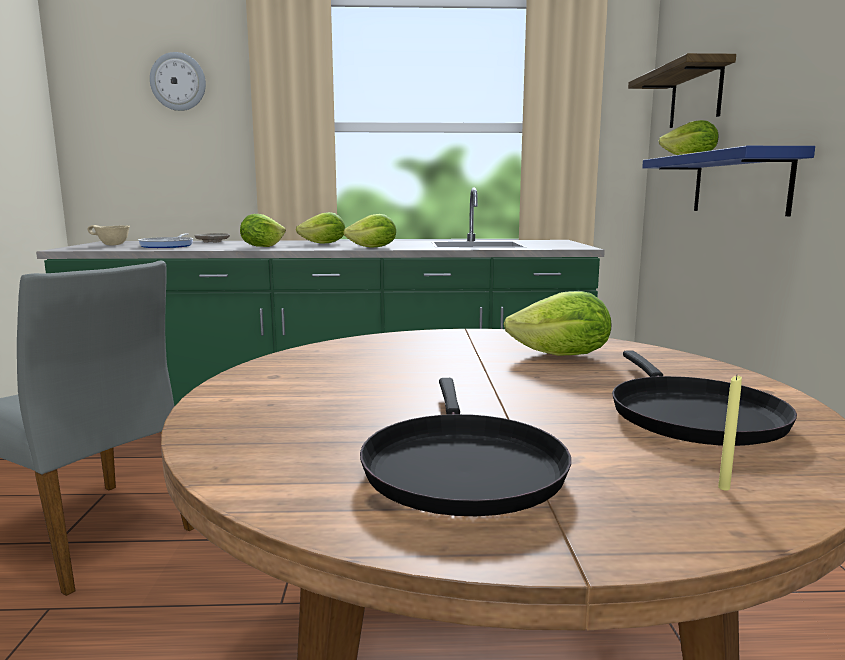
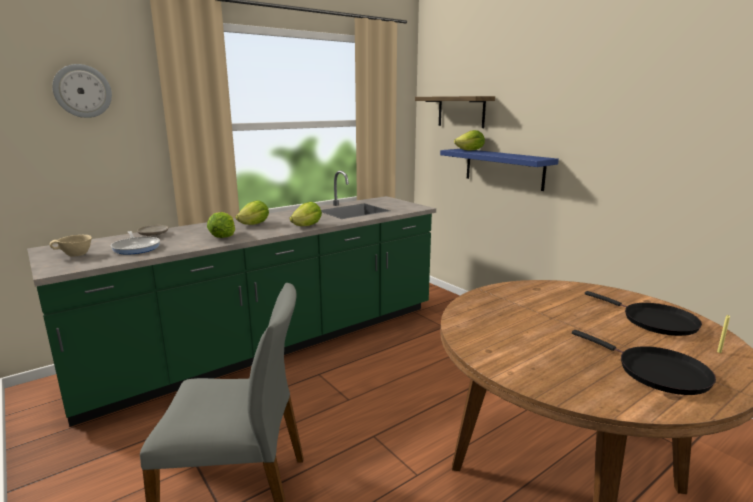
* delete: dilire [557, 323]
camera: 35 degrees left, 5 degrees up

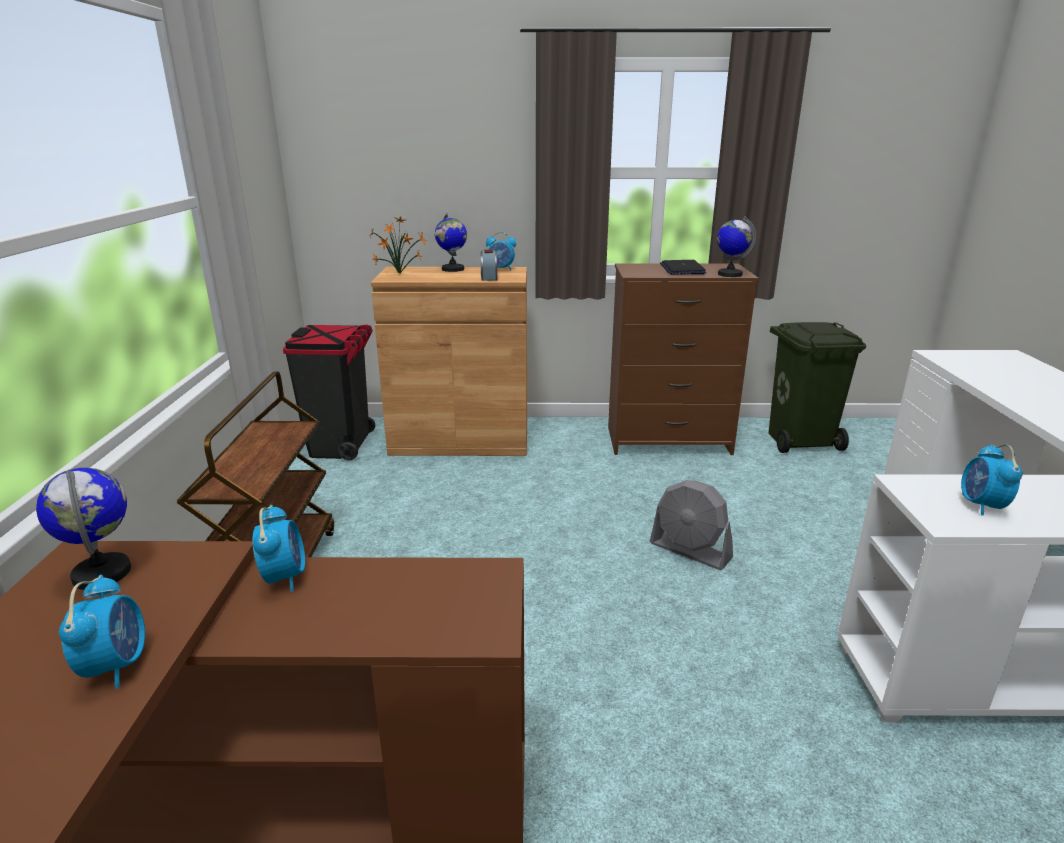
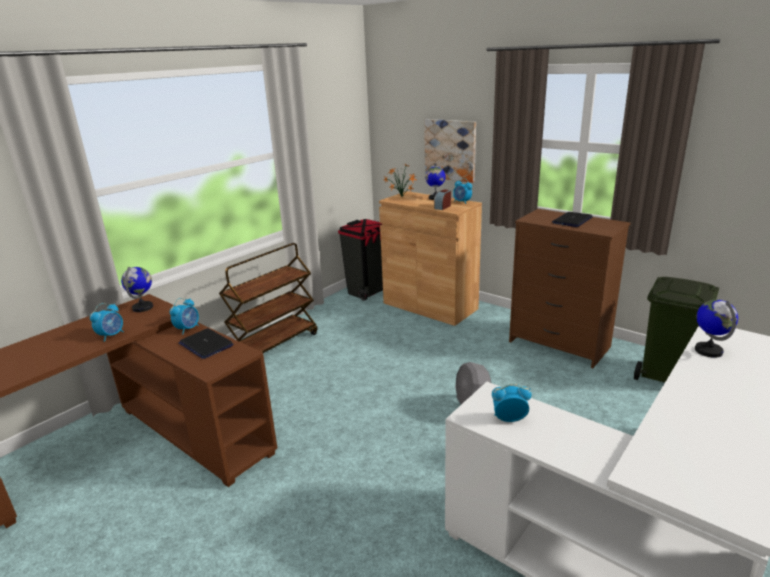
* insert: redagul [206, 343]
* insert: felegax [450, 151]
* move: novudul [736, 246] to [716, 329]
* rotate: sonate [992, 480] = [512, 403] 45 degrees clockwise
camera: 40 degrees right, 0 degrees up

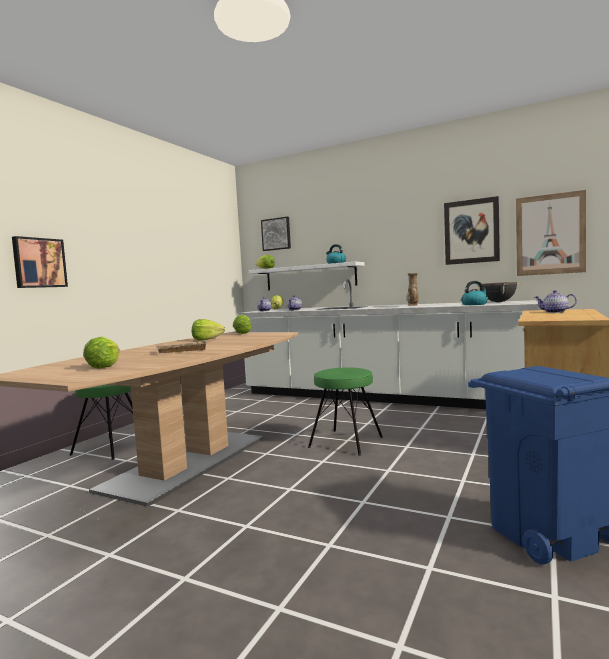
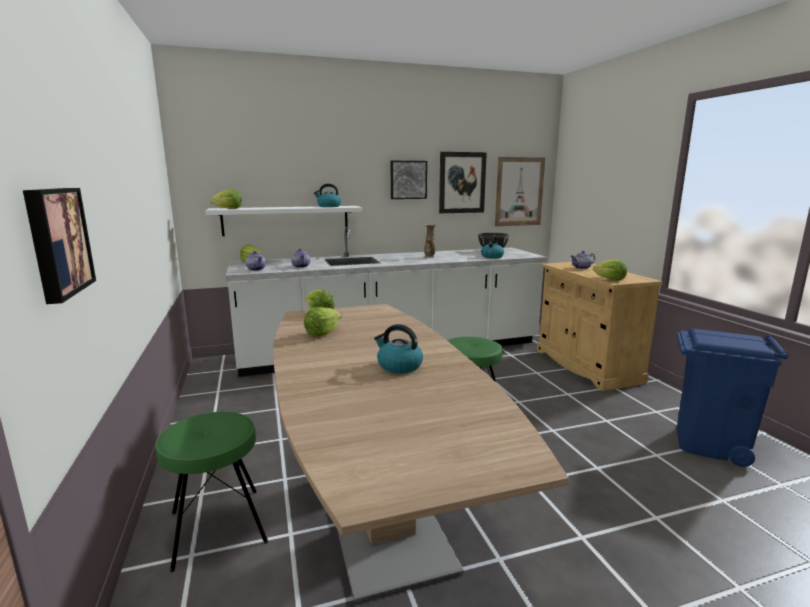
* move: dilire [101, 353] to [610, 270]
* move: felegax [276, 234] to [409, 180]
* replace: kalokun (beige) [181, 346] to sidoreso [398, 348]
camera: 45 degrees left, 10 degrees up

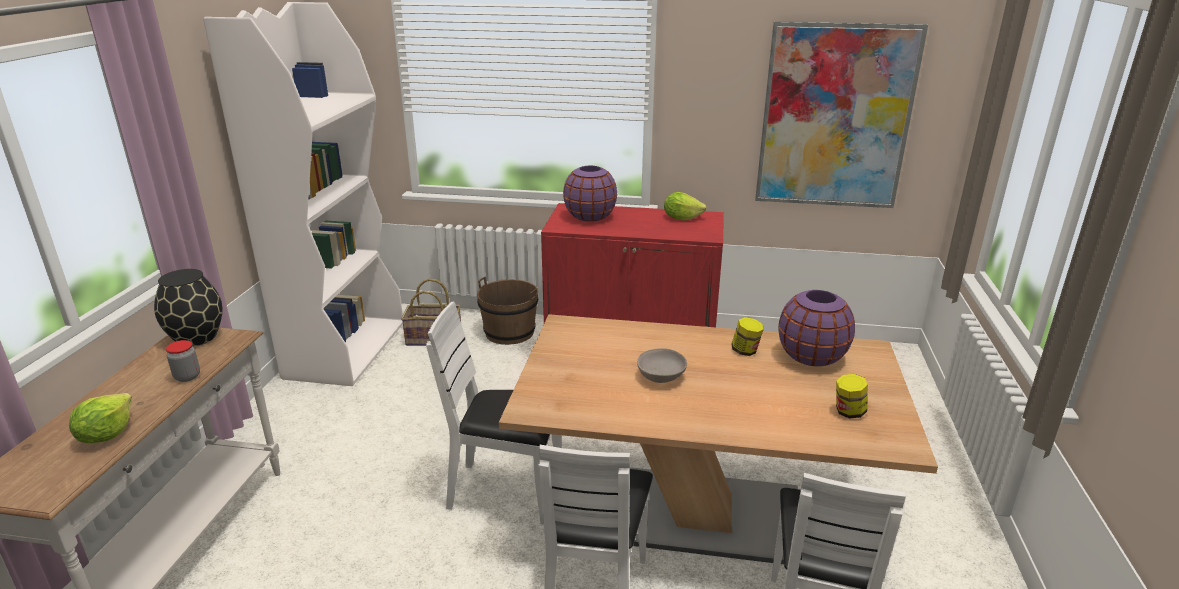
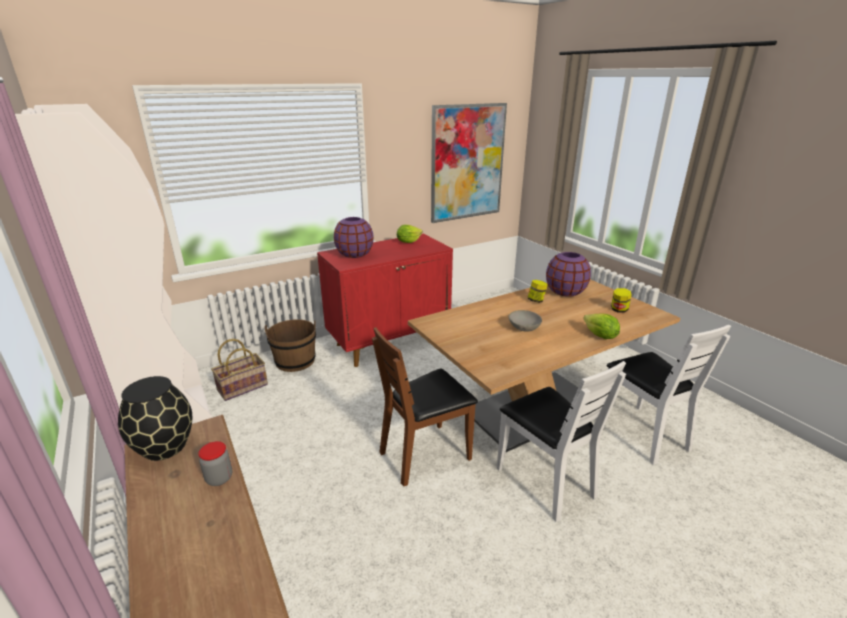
* move: dilire [100, 418] to [601, 326]
* recolor: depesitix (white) [494, 413] to depesitix (brown) [425, 406]
camera: 40 degrees left, 0 degrees up

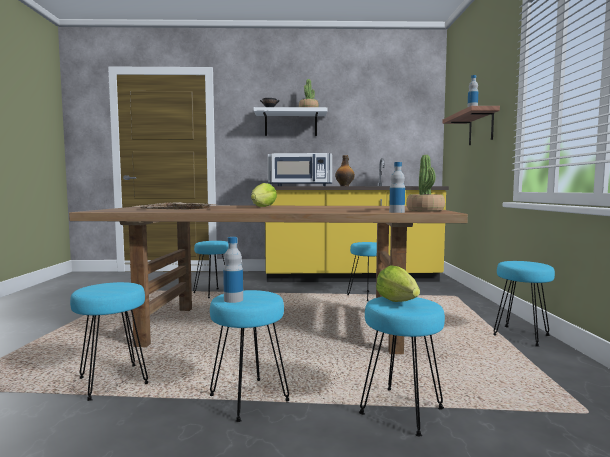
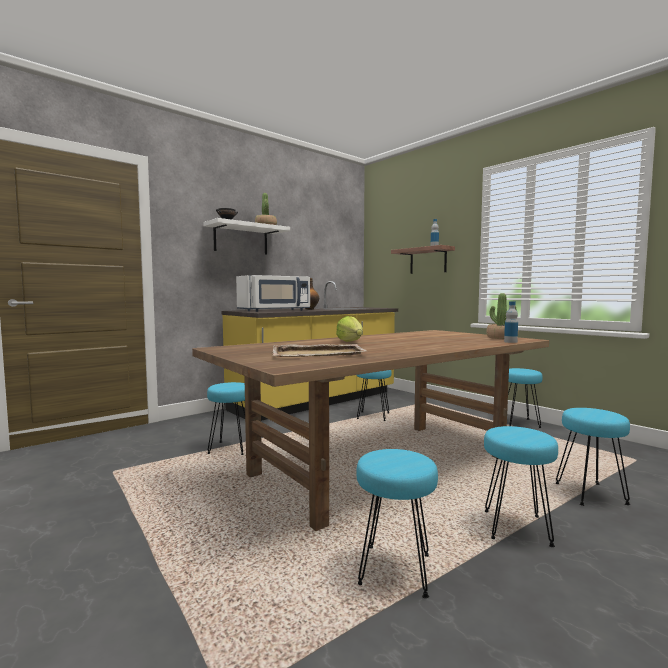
* delete: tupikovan [233, 270]
* delete: dilire [398, 284]
camera: 40 degrees left, 0 degrees up

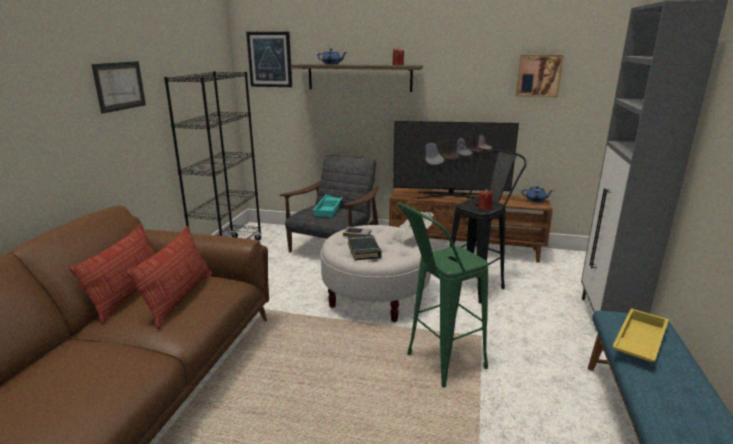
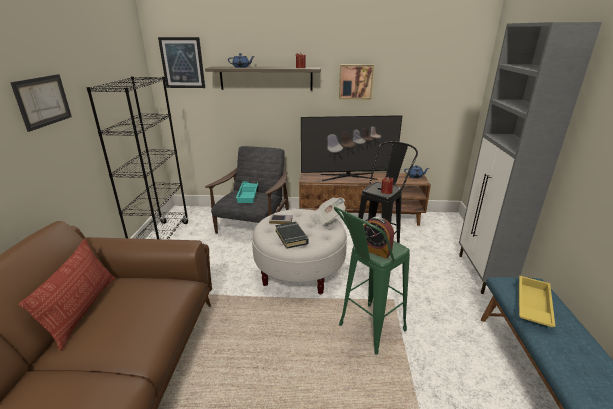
* delete: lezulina [169, 277]
* insert: sonate [379, 238]
* move: felegax [540, 76] to [356, 82]
camera: 10 degrees left, 5 degrees up

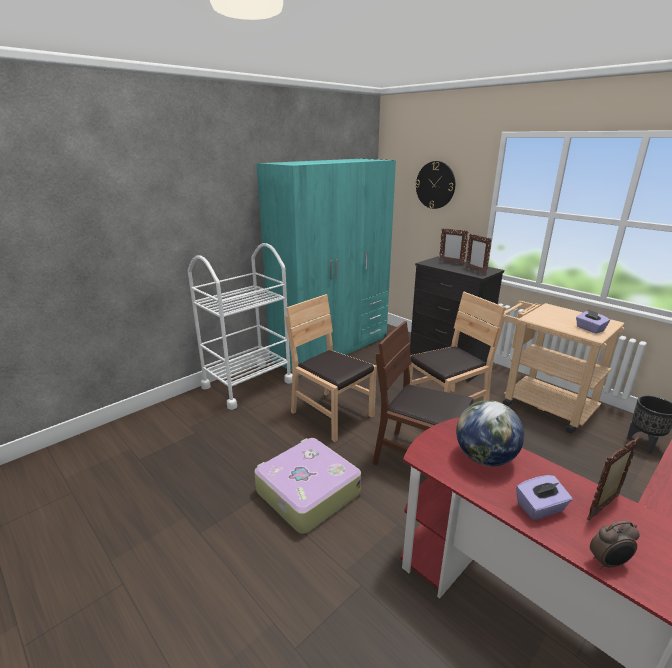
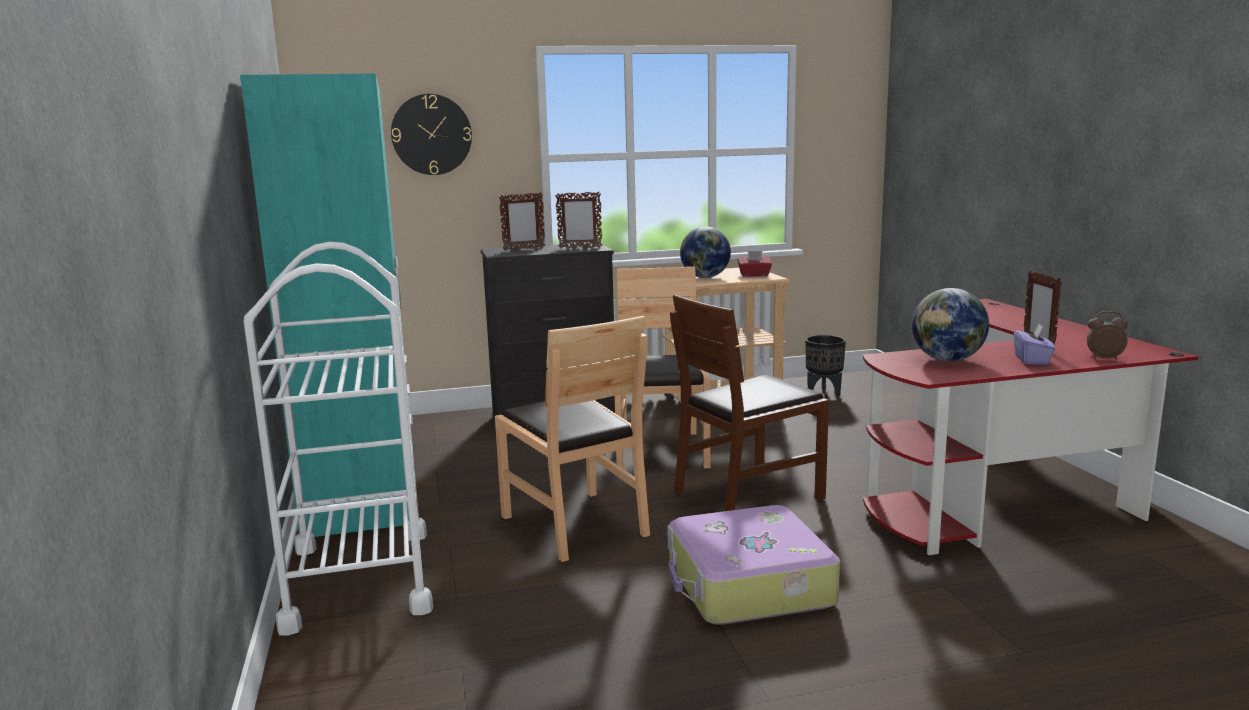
* insert: novudul [705, 252]
* recolor: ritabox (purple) [593, 321] to ritabox (red) [755, 264]
* rotate: depesitix (brown) [331, 368] = [572, 439] 105 degrees counterclockwise
* rotate: sonate [615, 545] = [1107, 335] 90 degrees counterclockwise
camera: 60 degrees left, 10 degrees down

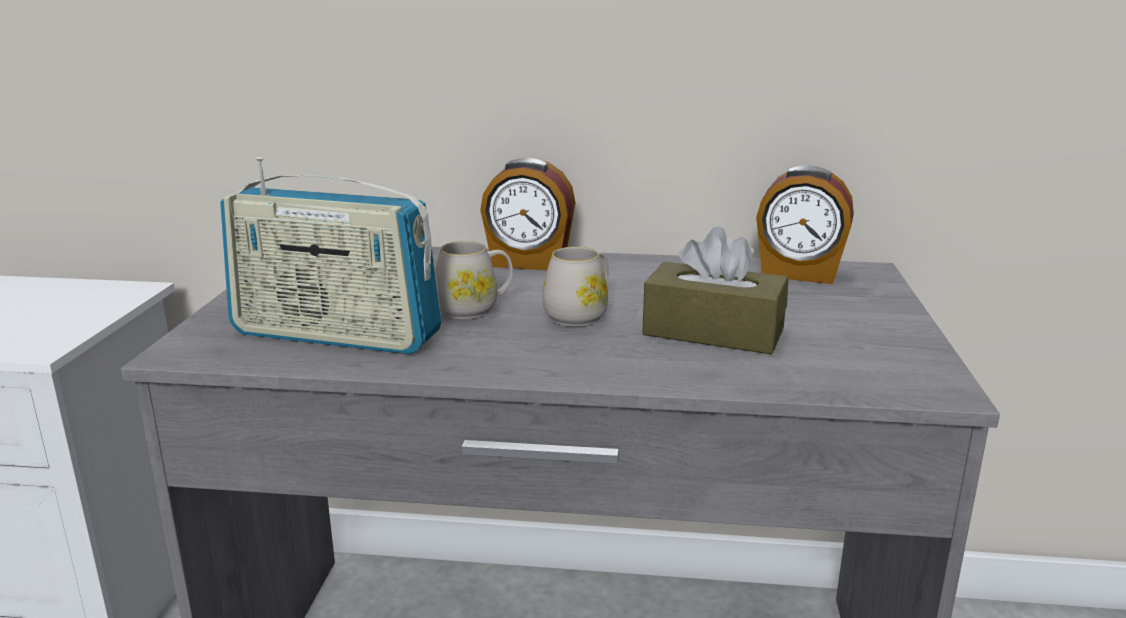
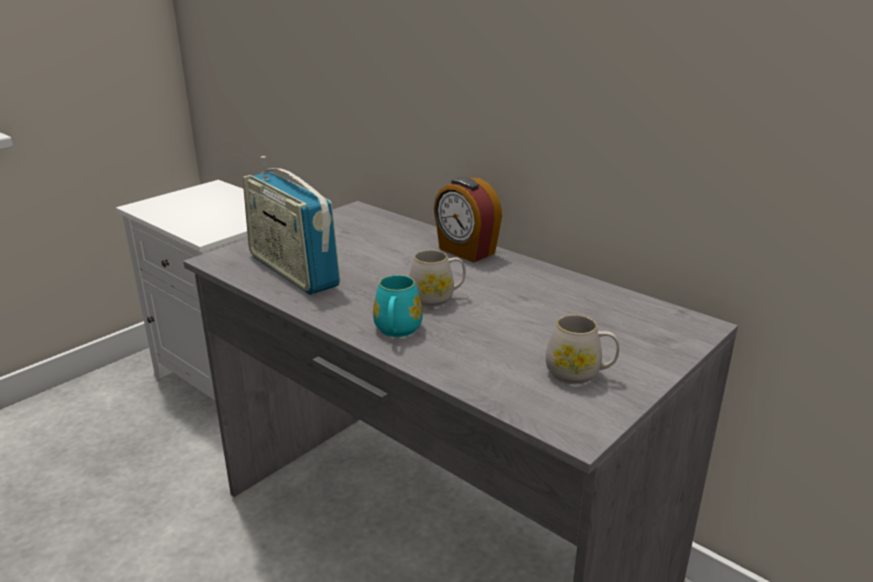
* delete: ritabox (brown) [715, 290]
* delete: sonate [805, 224]
* insert: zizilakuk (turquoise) [398, 306]
* move: zizilakuk (white) [474, 280] to [582, 349]
camera: 35 degrees right, 5 degrees up

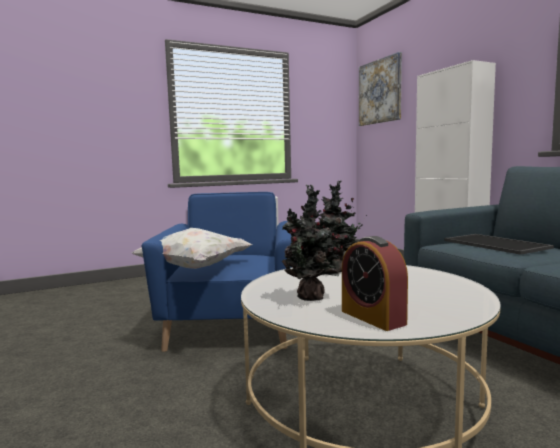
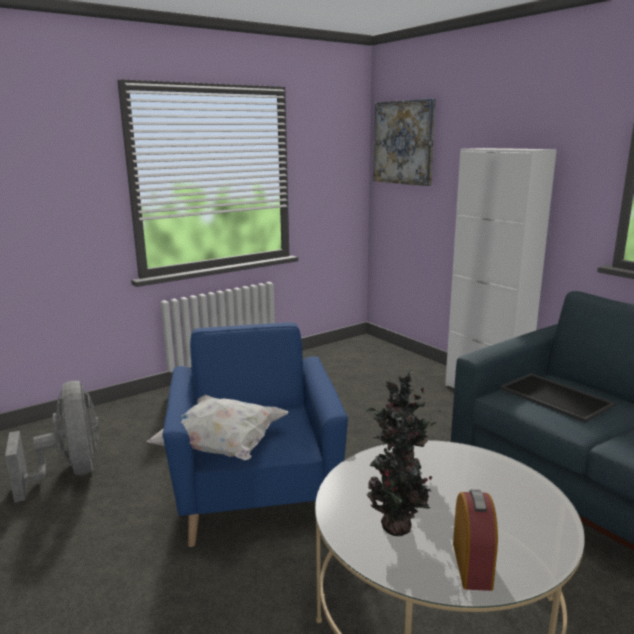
* insert: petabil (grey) [52, 442]
* rotate: sonate [375, 283] = [475, 540] 135 degrees counterclockwise
camera: 10 degrees left, 10 degrees up

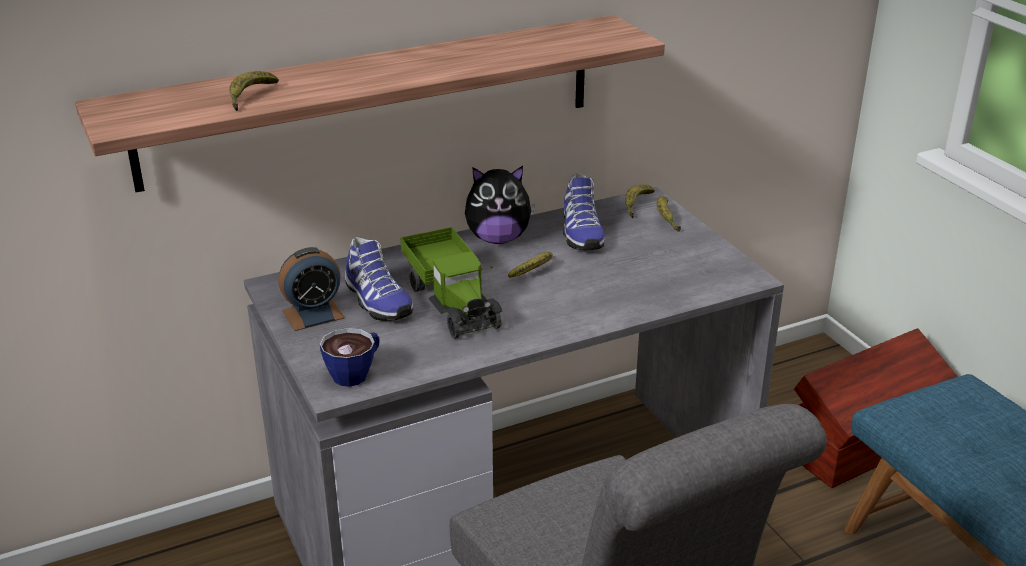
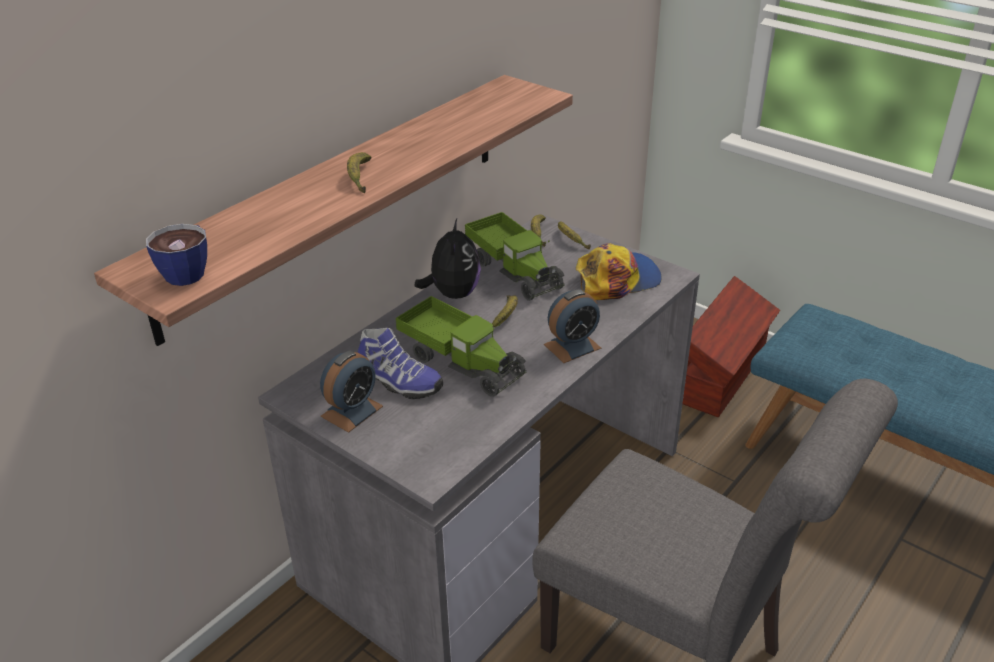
* insert: sonate [572, 326]
* insert: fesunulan [619, 271]
* move: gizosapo [254, 91] to [359, 172]
* move: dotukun [350, 357] to [176, 255]
* replace: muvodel [584, 211] to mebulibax [514, 256]
* rotate: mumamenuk [500, 205] = [447, 259] 60 degrees counterclockwise
camera: 25 degrees left, 5 degrees up

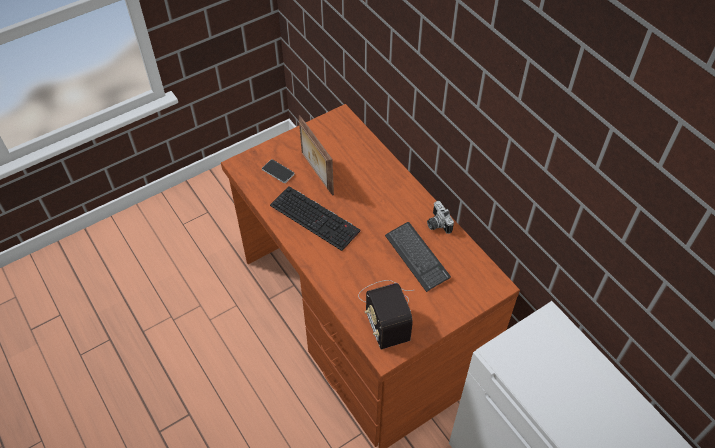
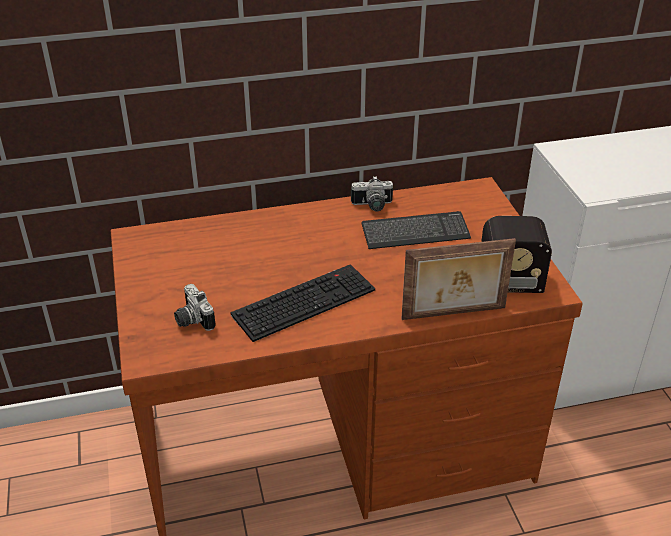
* move: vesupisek [316, 155] to [458, 279]
* replace: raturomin [278, 171] to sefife [195, 307]
camera: 70 degrees left, 15 degrees down

